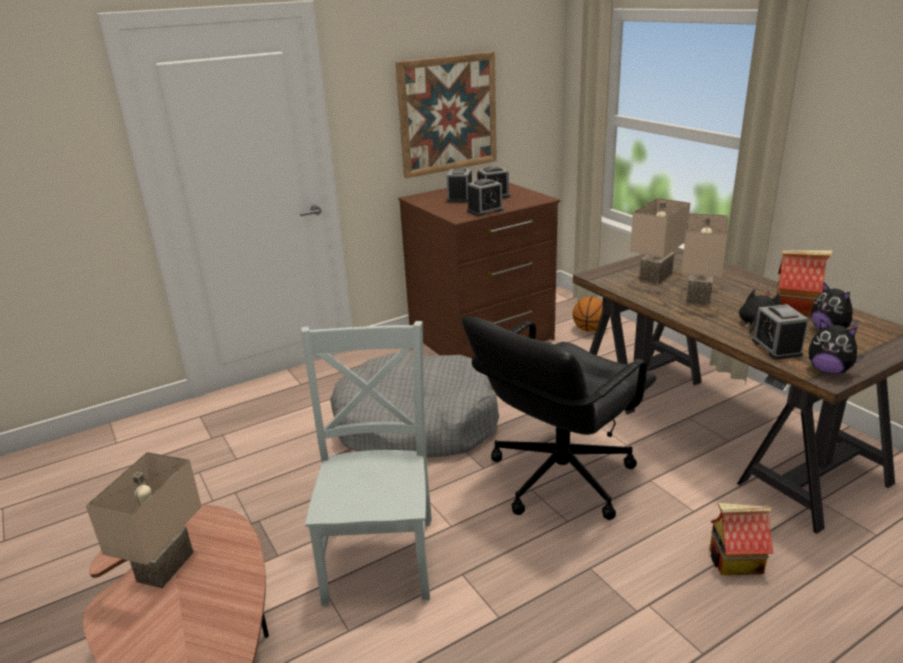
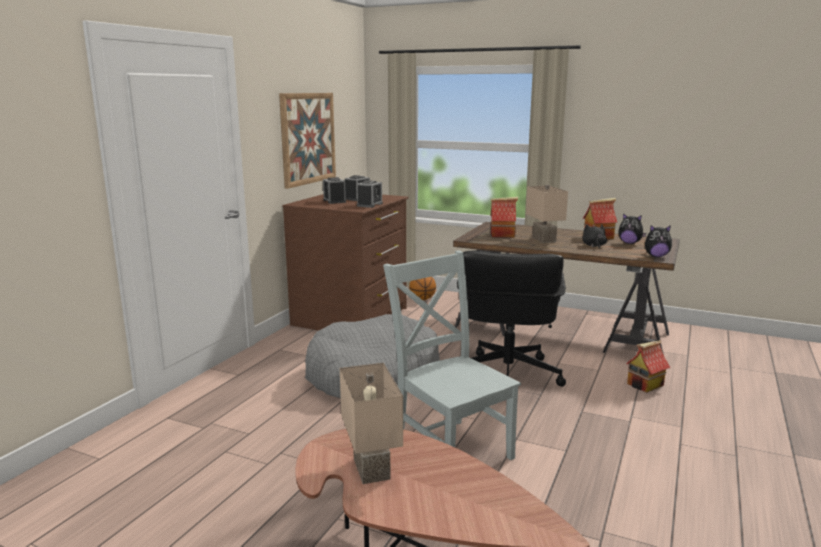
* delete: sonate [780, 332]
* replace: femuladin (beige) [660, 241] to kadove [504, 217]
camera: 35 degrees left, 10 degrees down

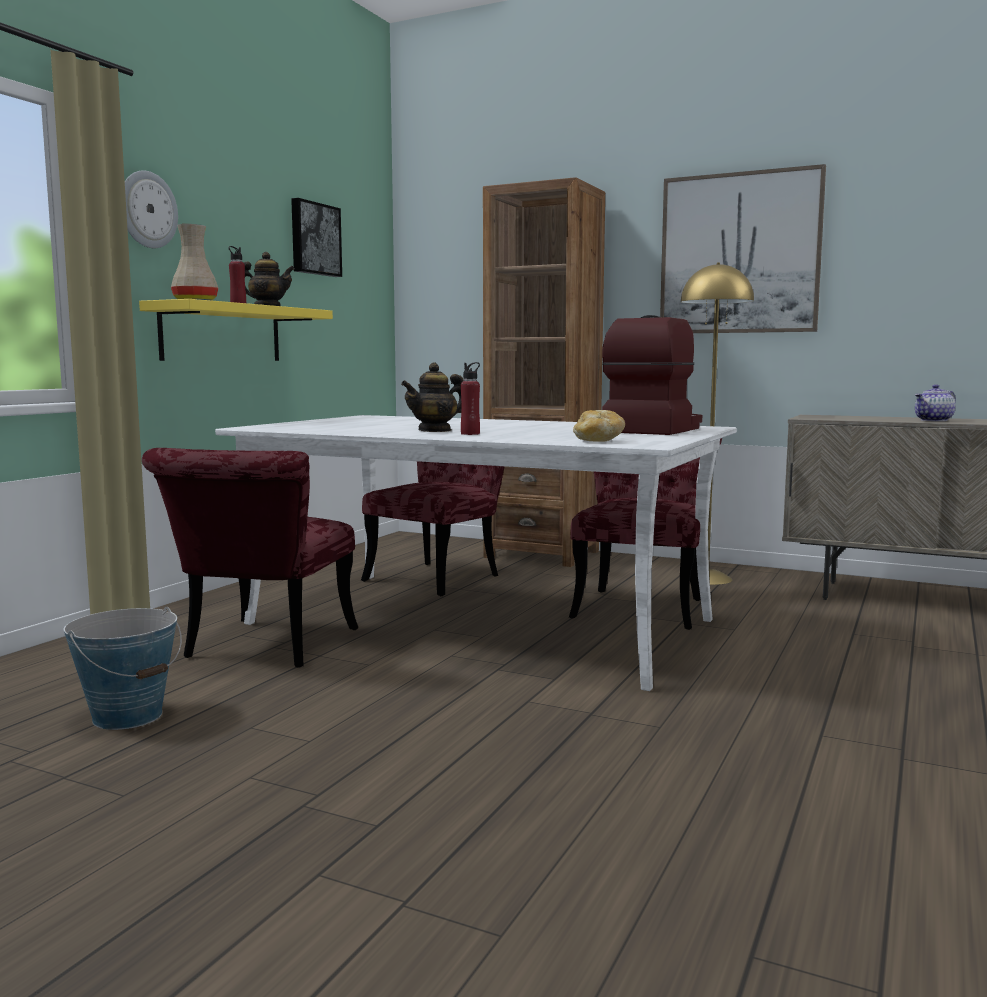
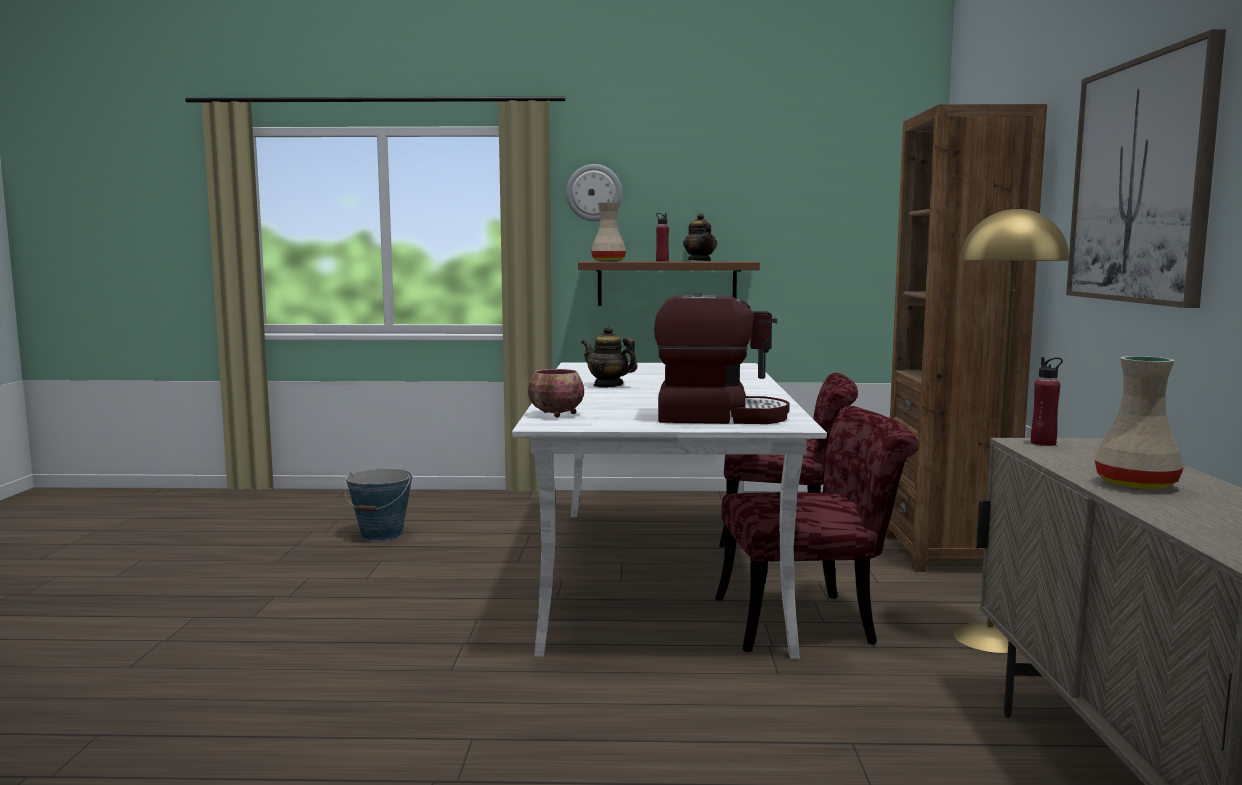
* delete: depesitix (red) [250, 558]
* delete: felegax [316, 237]
* move: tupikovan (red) [470, 398] to [1047, 401]
* replace: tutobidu [599, 426] to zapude [556, 393]
* replace: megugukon [935, 403] to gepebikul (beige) [1139, 422]
* recolor: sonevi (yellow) [236, 330] to sonevi (brown) [669, 283]
camera: 65 degrees right, 0 degrees up

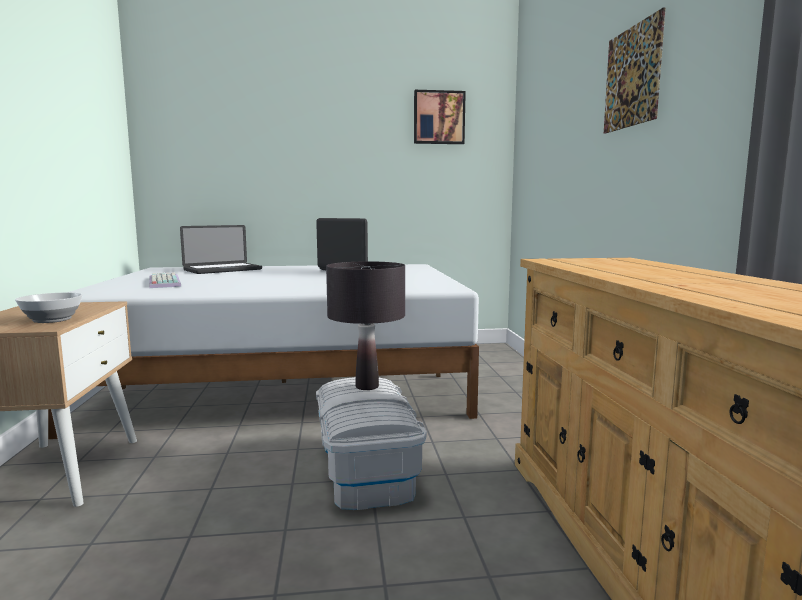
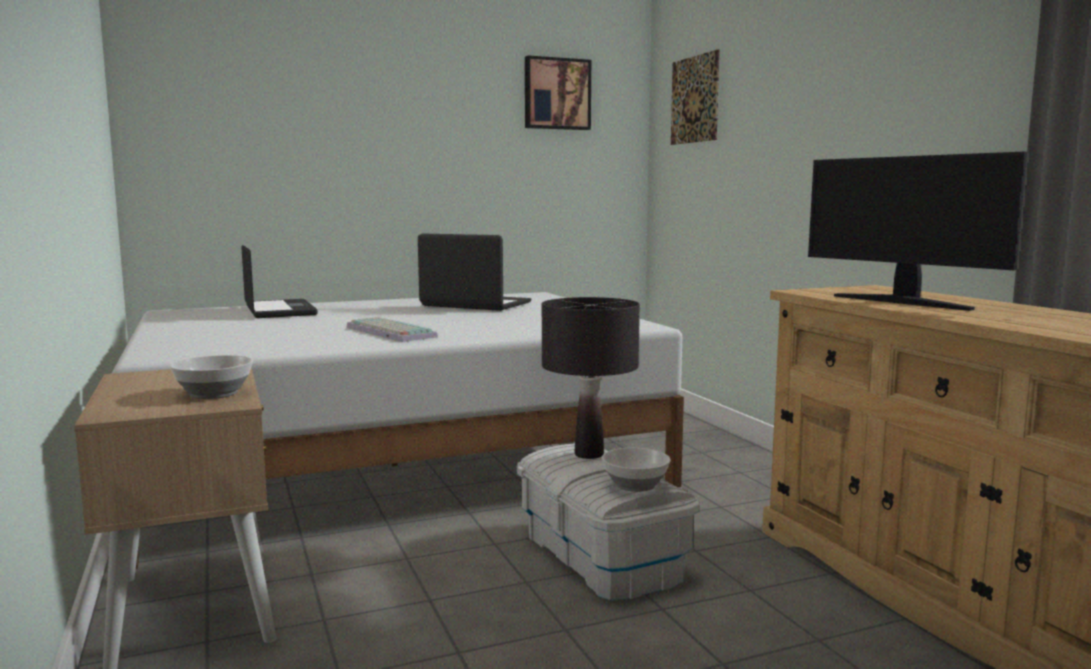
* insert: zapude [636, 470]
* insert: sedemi [917, 231]
* move: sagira [165, 280] to [392, 329]
* move: felegax [634, 70] to [695, 97]
* rotate: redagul [221, 249] = [280, 281] 60 degrees counterclockwise
camera: 15 degrees left, 0 degrees up

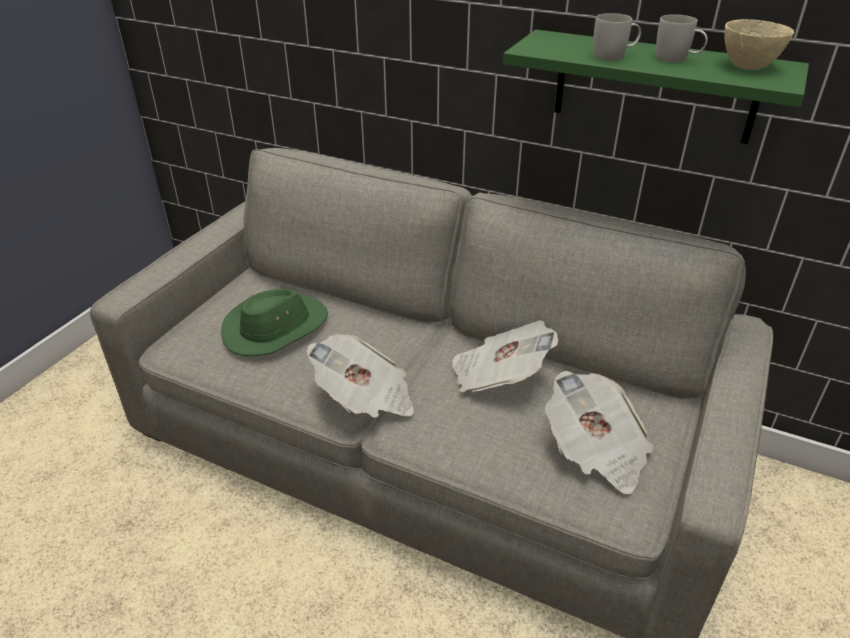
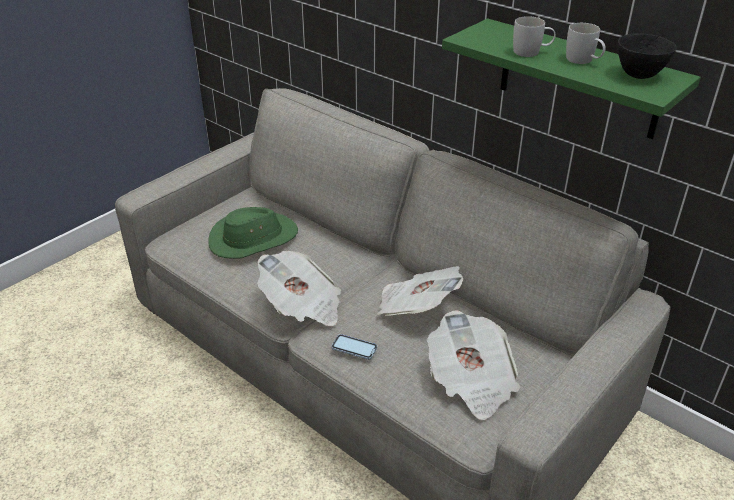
* insert: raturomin [354, 347]
* recolor: zapude (beige) [759, 44] to zapude (black) [647, 56]
camera: 15 degrees right, 0 degrees up

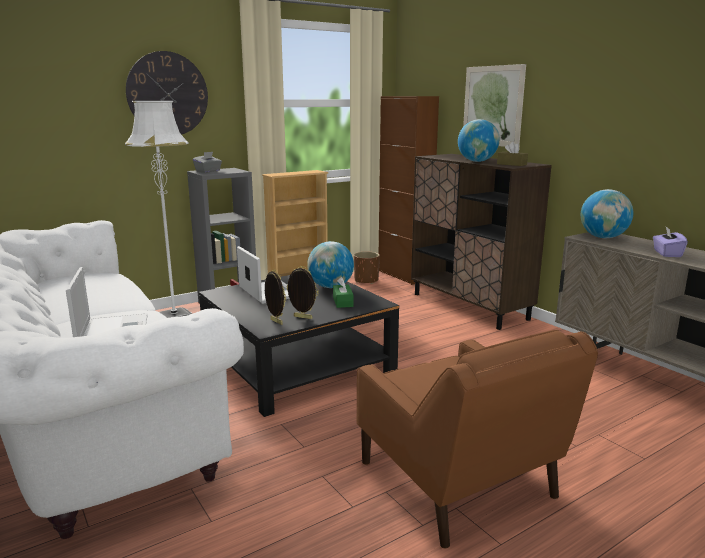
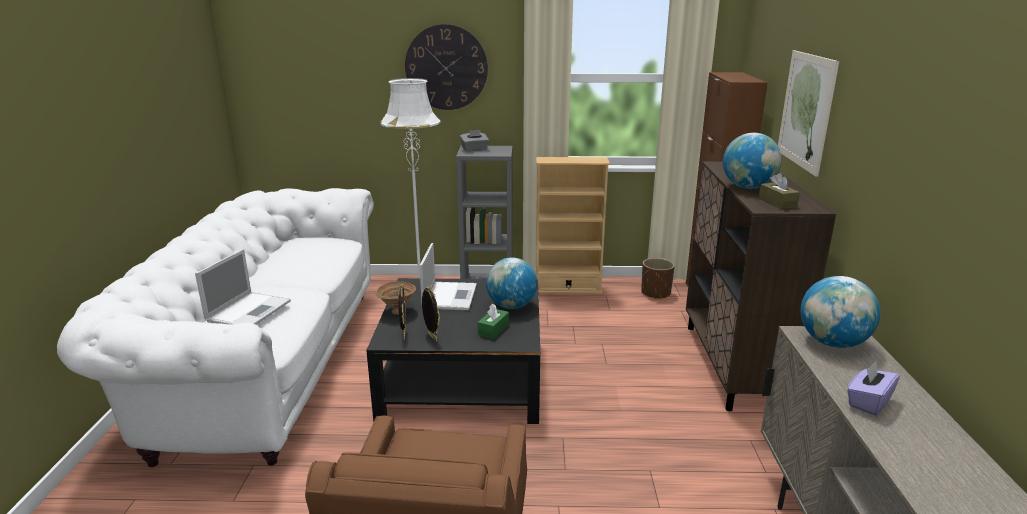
* insert: zapude (brown) [396, 298]
camera: 35 degrees right, 5 degrees up

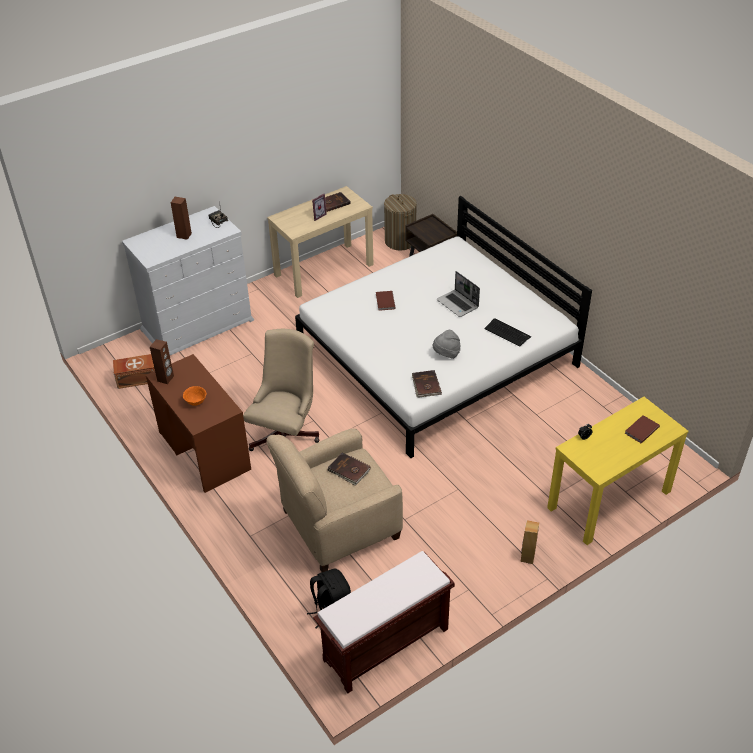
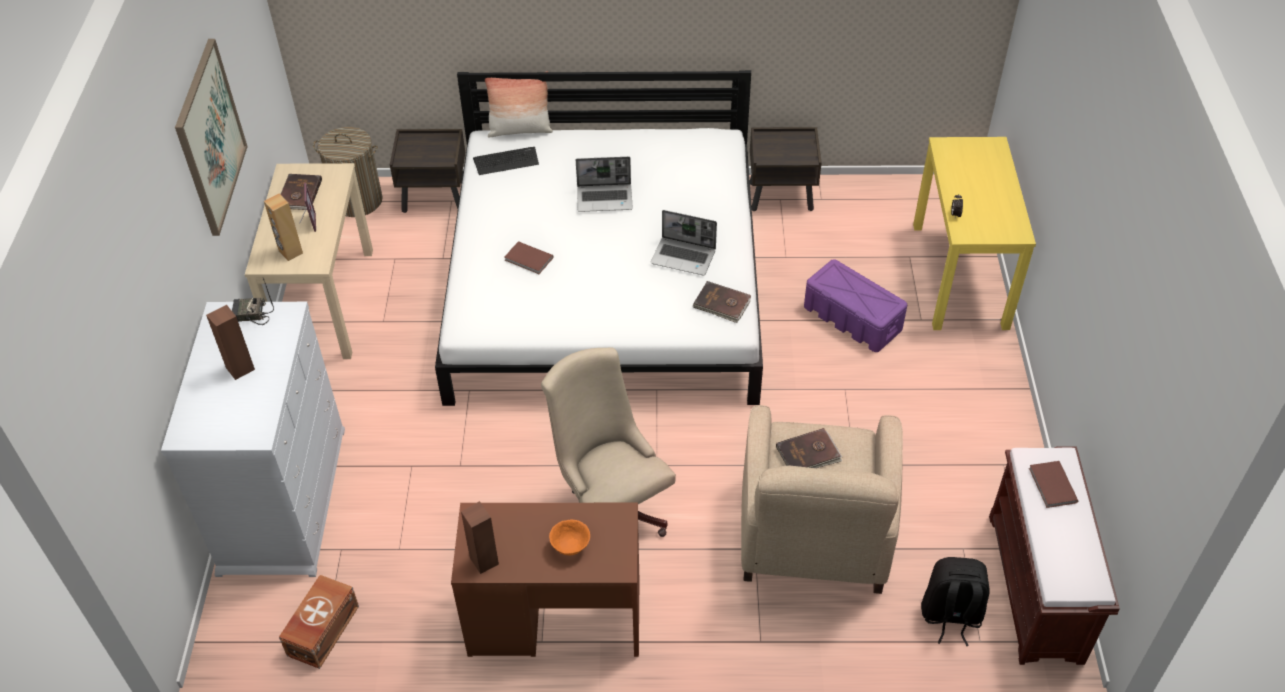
* insert: felegax [211, 137]
* insert: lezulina [519, 104]
* insert: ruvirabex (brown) [786, 169]
* insert: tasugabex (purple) [855, 305]
* move: sagira [507, 332] to [506, 161]
* move: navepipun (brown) [529, 542] to [283, 227]
* move: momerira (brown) [642, 429] to [1053, 484]
* replace: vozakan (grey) [447, 344] to redagul [684, 243]
camera: 55 degrees left, 5 degrees up

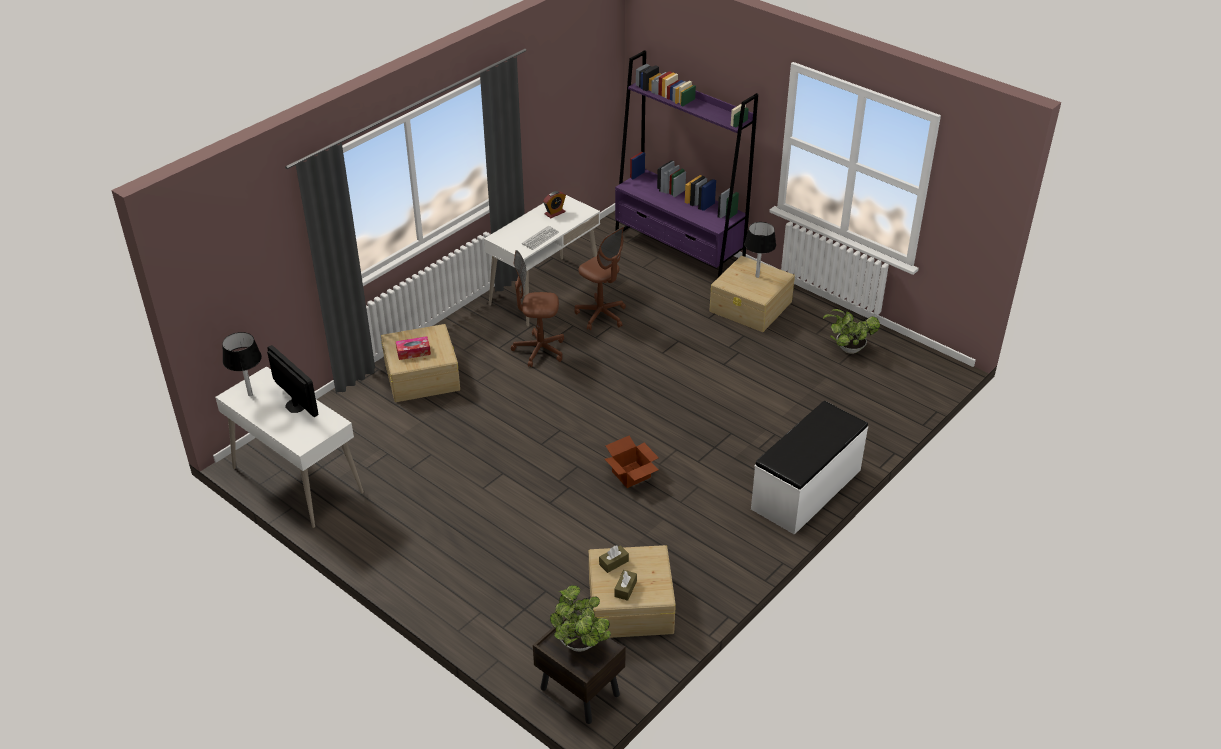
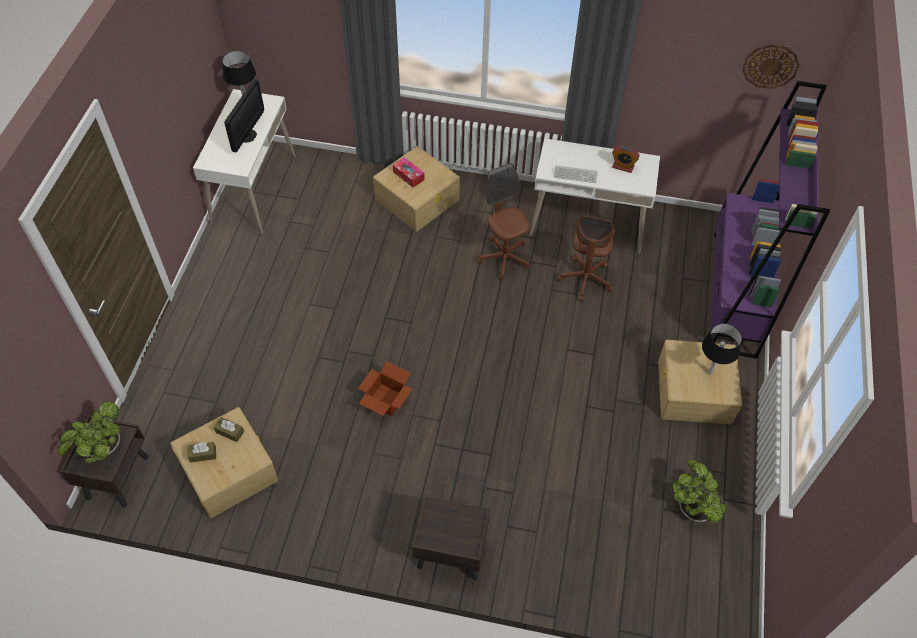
* insert: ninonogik [771, 66]
* replace: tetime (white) [809, 468] to ruvirabex (brown) [451, 538]
camera: 60 degrees right, 15 degrees up

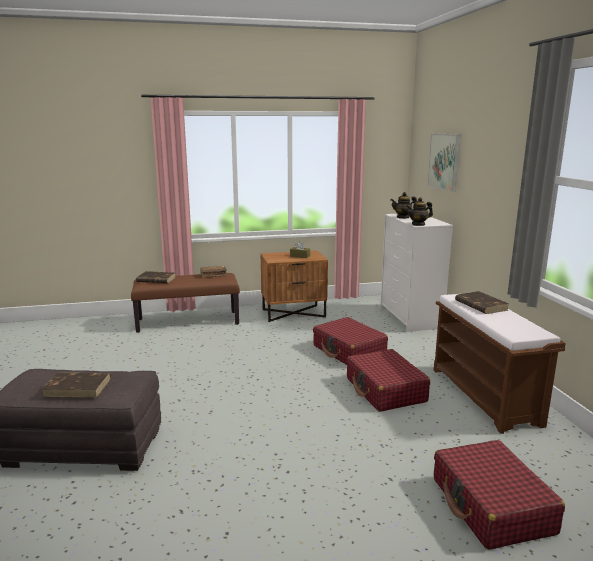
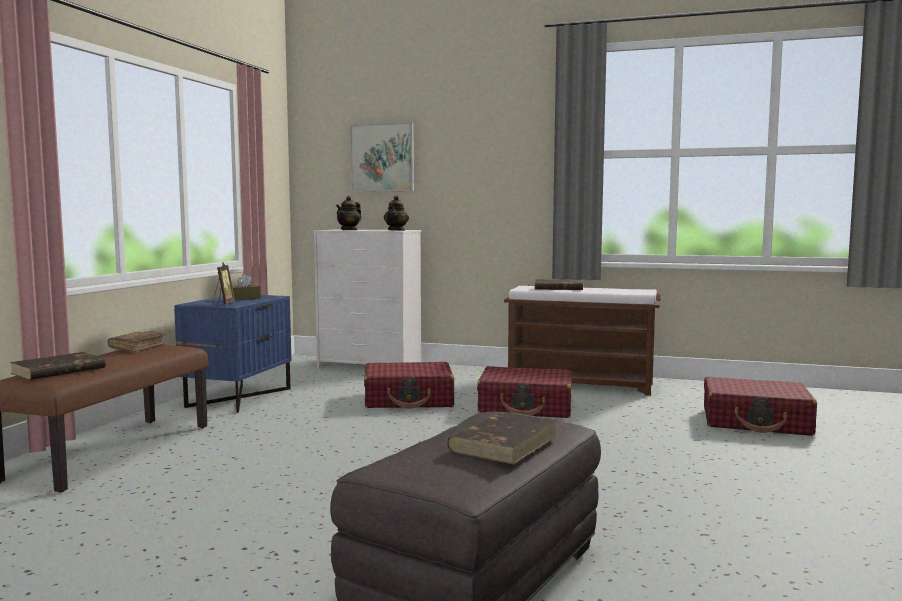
* insert: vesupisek [223, 284]
* recolor: ruvirabex (brown) [294, 286] to ruvirabex (blue) [232, 354]
camera: 60 degrees left, 10 degrees down

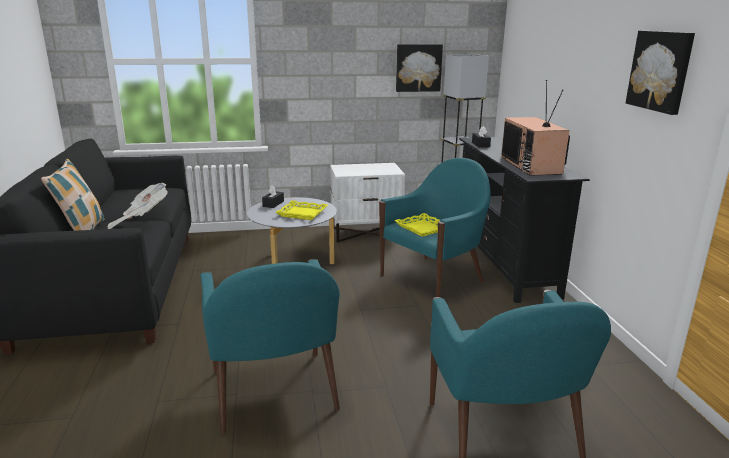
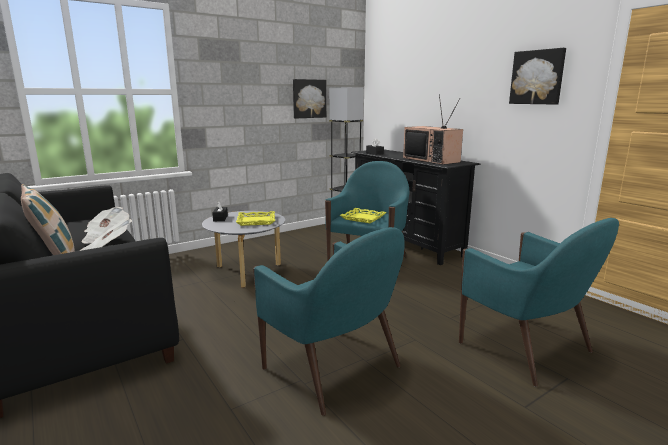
* delete: ruvirabex (white) [367, 203]
camera: 25 degrees left, 5 degrees down

